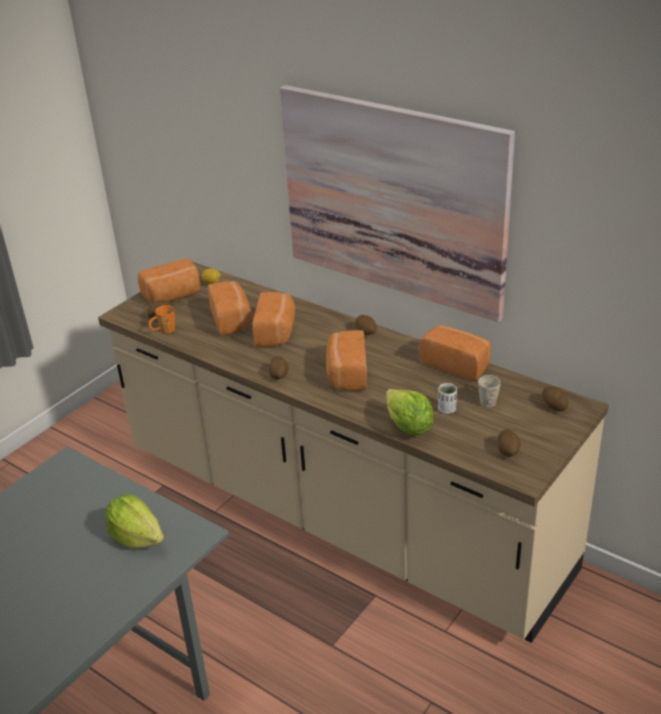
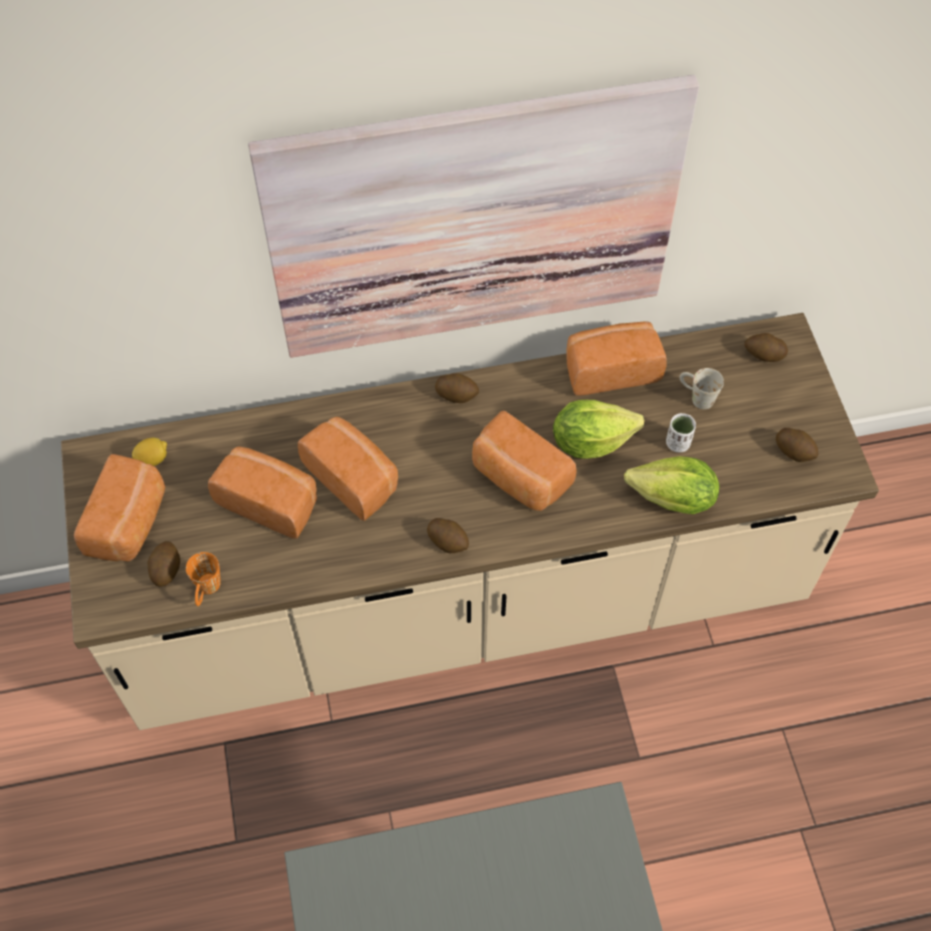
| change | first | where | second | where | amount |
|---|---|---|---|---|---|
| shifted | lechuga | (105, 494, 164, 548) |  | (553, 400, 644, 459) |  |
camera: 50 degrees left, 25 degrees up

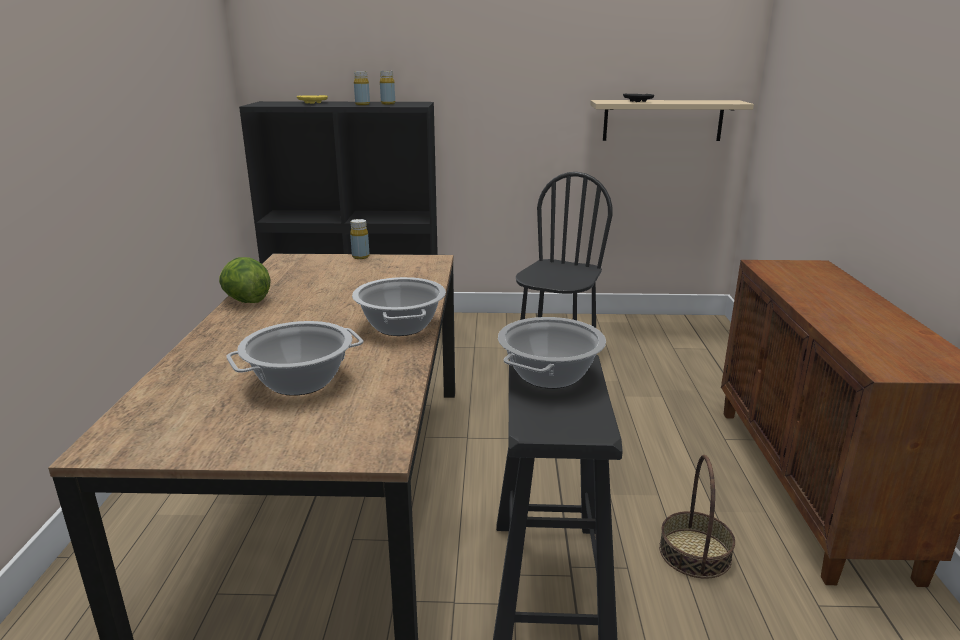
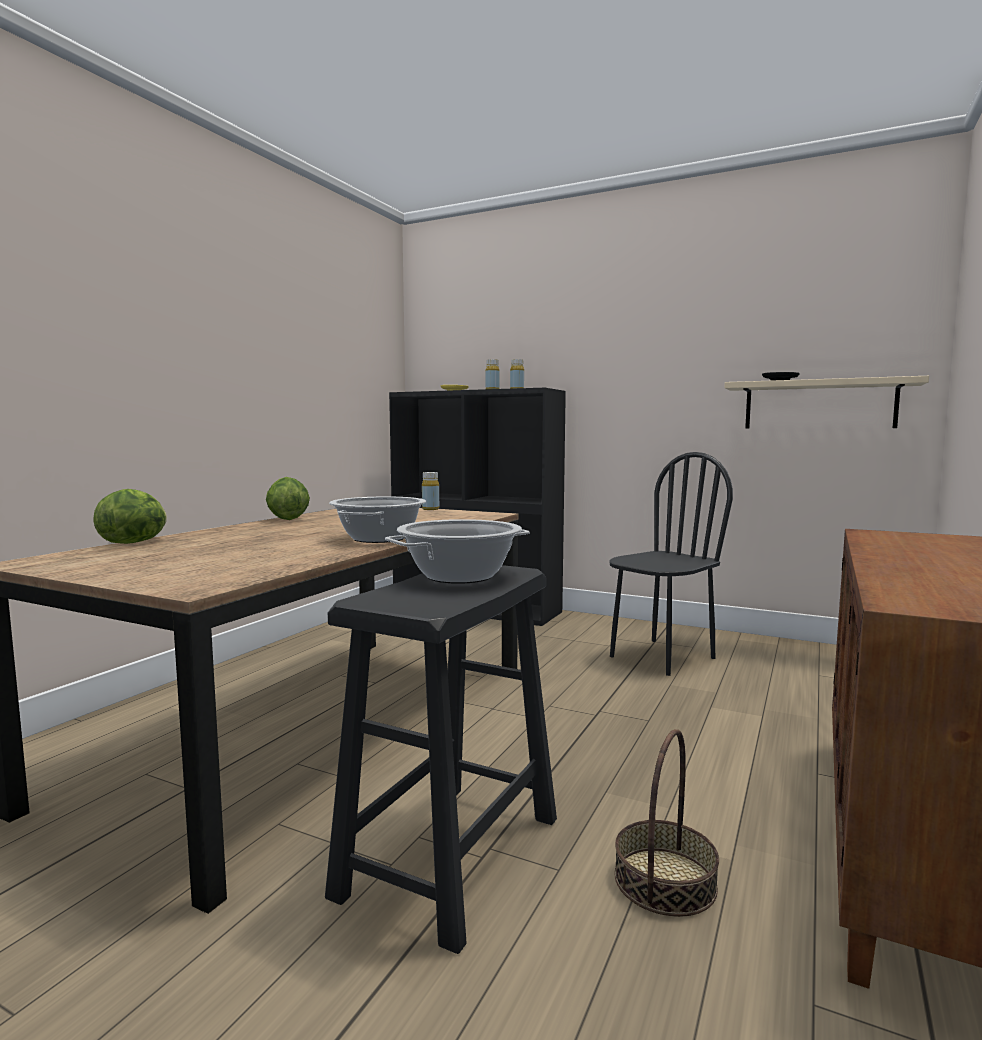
| change | first | where | second | where | amount |
|---|---|---|---|---|---|
| gone | olla | (226, 321, 363, 396) |  |  |  |
| new |  |  | lechuga | (93, 489, 167, 544) |  |
camera: 25 degrees right, 15 degrees down

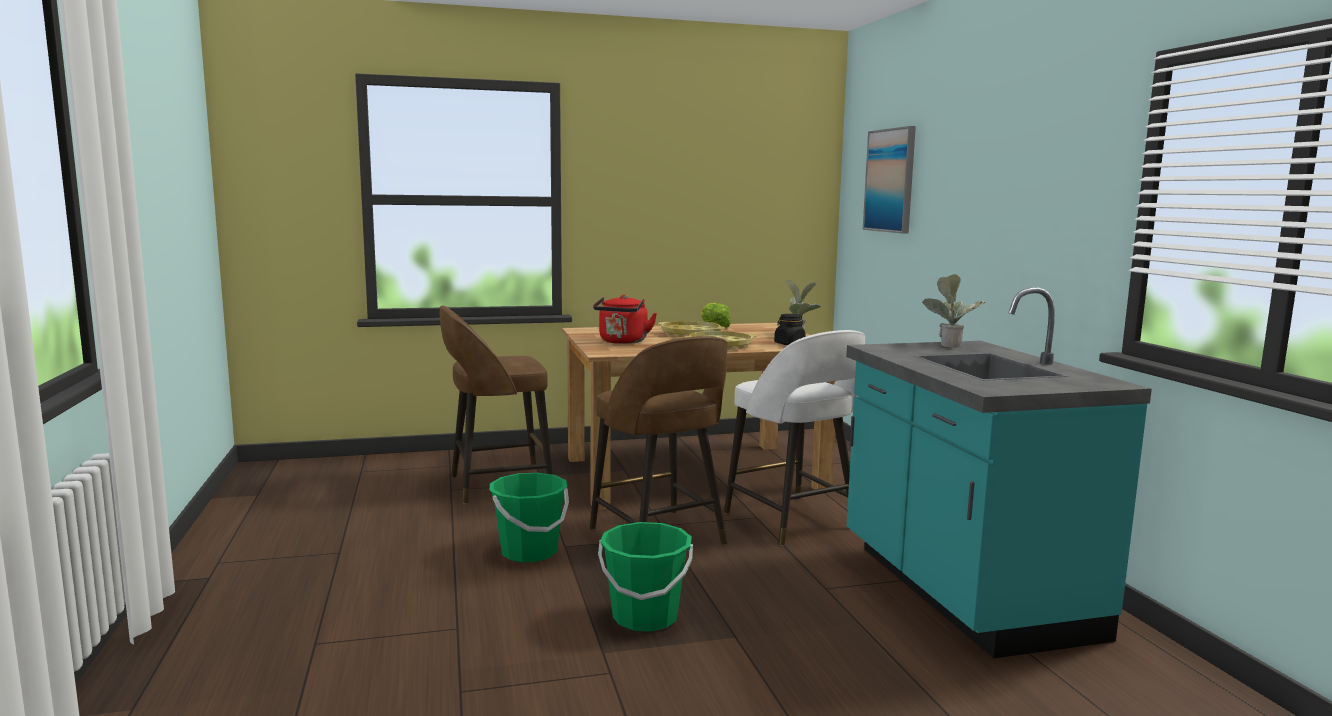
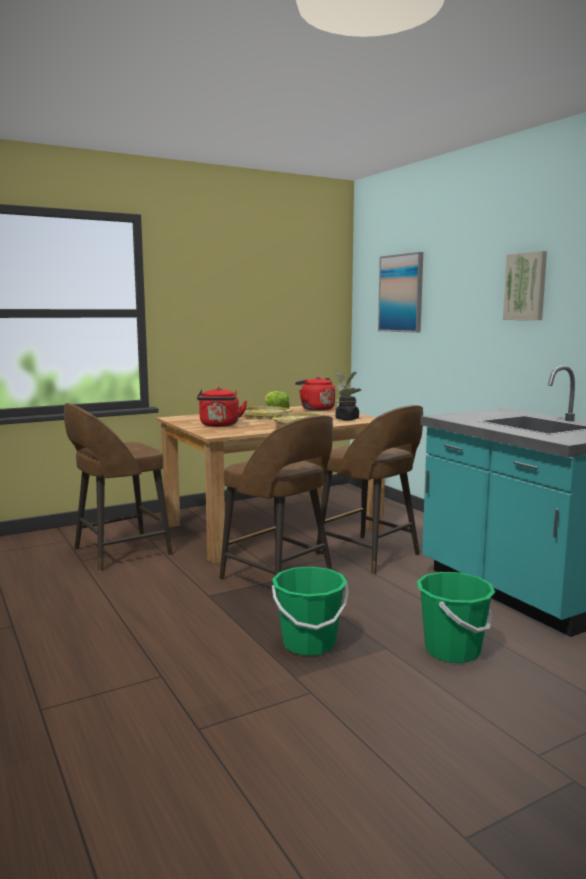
| change | first | where | second | where | amount |
|---|---|---|---|---|---|
| gone | planta en maceta | (922, 274, 985, 348) |  |  |  |
| new |  |  | hervidor (rojo) | (295, 376, 335, 411) |  |
| new |  |  | cuadro | (503, 251, 547, 320) |  |
| shifted | cubo (verde) | (489, 473, 569, 563) |  | (417, 572, 495, 663) |  |
| repainted | taburete (blanco) | (724, 330, 865, 546) | taburete (marrón) | (316, 405, 423, 575) |  |
camera: 15 degrees left, 0 degrees up

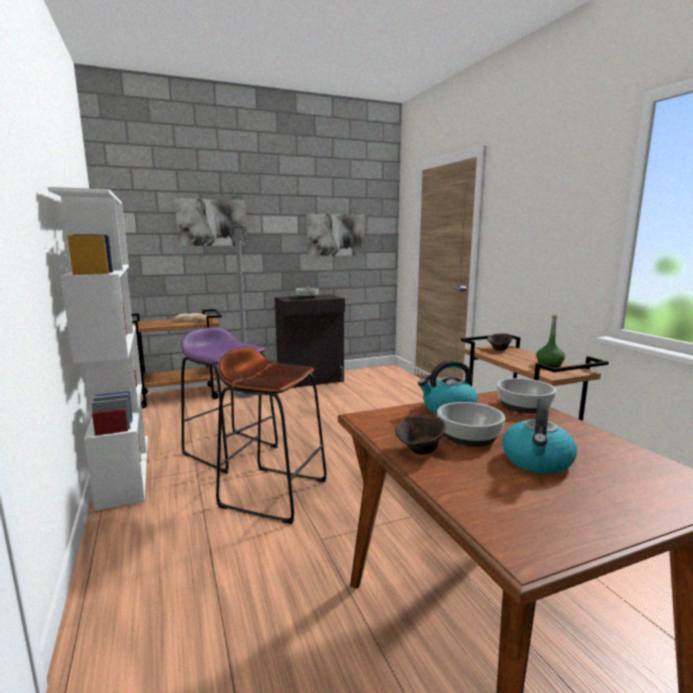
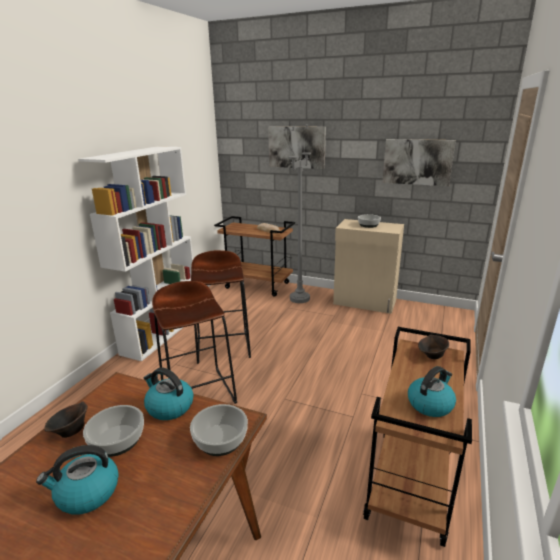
| change | first | where | second | where | amount |
|---|---|---|---|---|---|
| swapped | botella (verde) | (536, 315, 565, 368) | hervidor | (408, 366, 456, 417) |  |
| repainted | taburete (morado) | (181, 328, 278, 474) | taburete (marrón) | (191, 250, 251, 364) |  |
| repainted | armario (negro) | (275, 294, 345, 388) | armario (beis) | (333, 219, 404, 314) |  |
camera: 45 degrees right, 10 degrees up

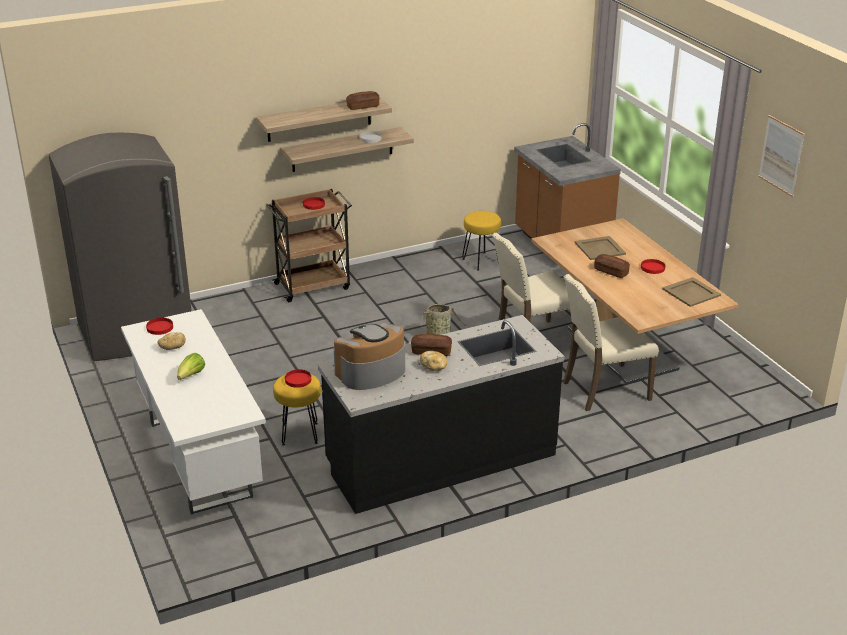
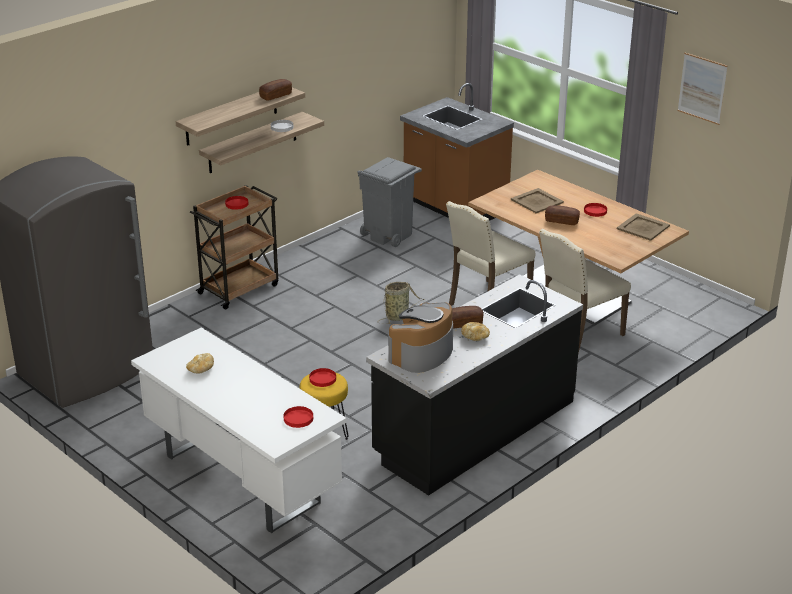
| change | first | where | second | where | amount |
|---|---|---|---|---|---|
| gone | lechuga | (177, 353, 205, 380) |  |  |  |
| shifted | plato (rojo) | (146, 318, 173, 335) |  | (283, 406, 313, 428) |  |
| swapped | taburete (amarillo) | (462, 211, 501, 270) | papelera (gris) | (357, 157, 422, 247) |  |
camera: 20 degrees left, 0 degrees up

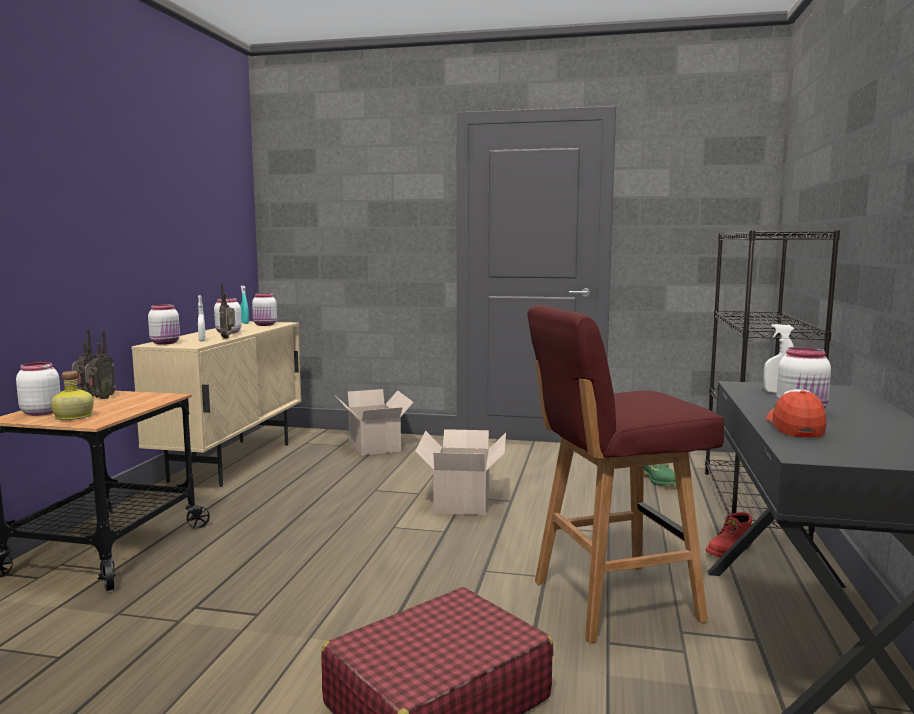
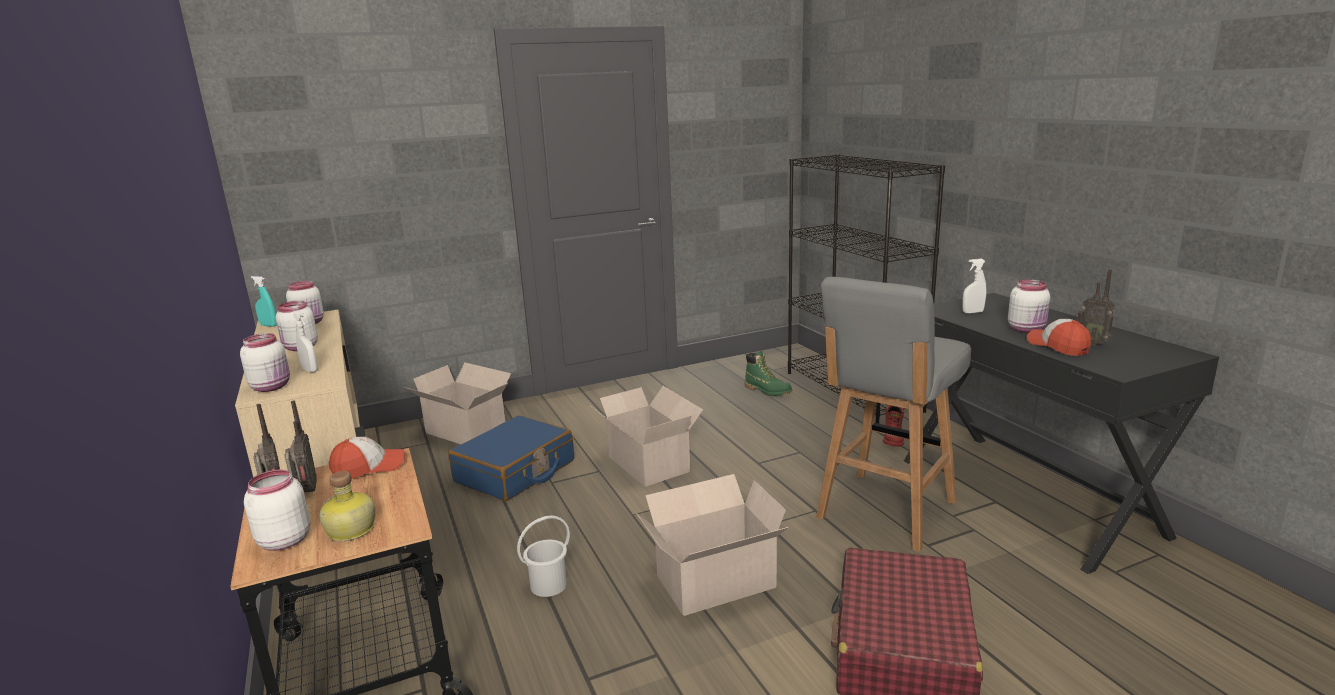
| change | first | where | second | where | amount |
|---|---|---|---|---|---|
| new |  |  | gorra | (329, 437, 405, 479) |  |
| new |  |  | maleta (azul) | (448, 416, 574, 501) |  |
| new |  |  | cubo (blanco) | (517, 515, 570, 597) |  |
| new |  |  | caja de cartón | (637, 474, 789, 616) |  |
| shifted | radio | (219, 284, 235, 338) |  | (1077, 269, 1115, 346) |  |
| repainted | taburete (rojo) | (527, 305, 724, 643) | taburete (gris) | (816, 277, 971, 552) |  |
camera: 35 degrees left, 10 degrees up

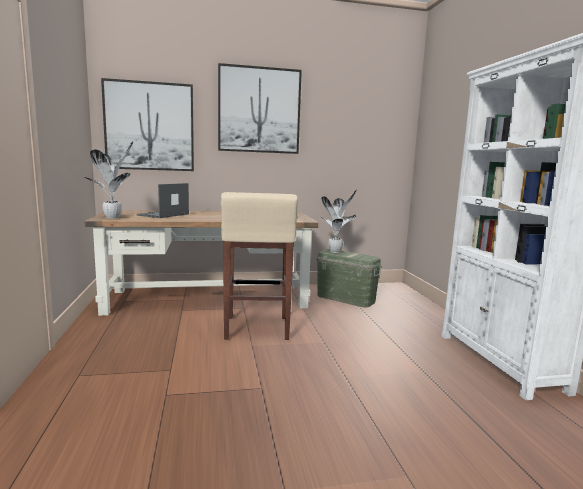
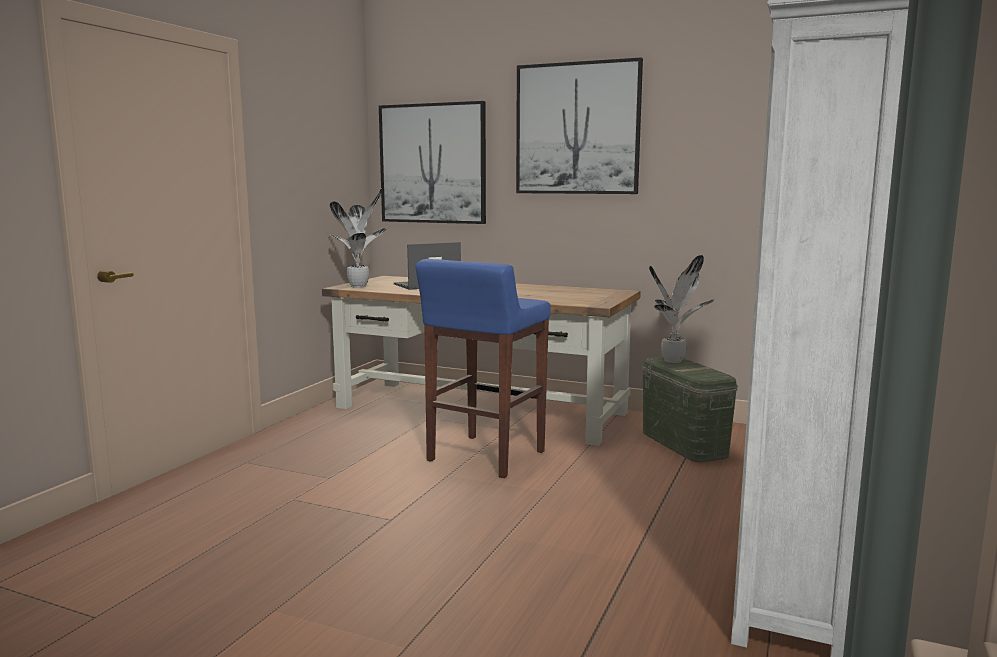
| change | first | where | second | where | amount |
|---|---|---|---|---|---|
| repainted | taburete (beis) | (221, 192, 298, 340) | taburete (azul) | (416, 259, 551, 478) |  |
camera: 35 degrees right, 0 degrees up

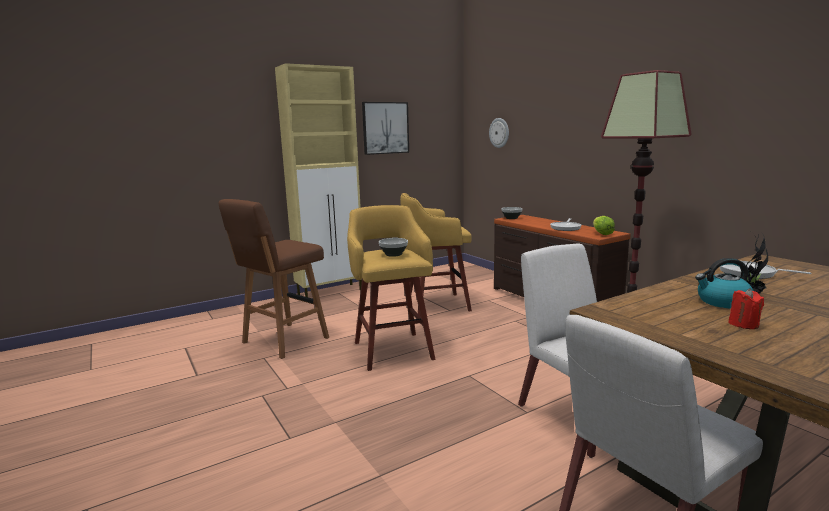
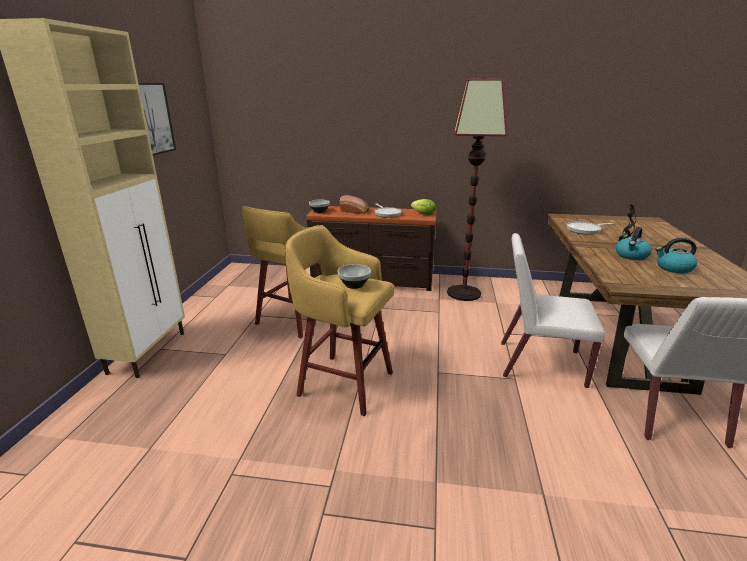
| change | first | where | second | where | amount |
|---|---|---|---|---|---|
| gone | taburete (marrón) | (218, 199, 329, 359) |  |  |  |
| gone | reloj de pared | (489, 118, 509, 148) |  |  |  |
| new |  |  | pan | (340, 195, 369, 214) |  |
| swapped | vela (rojo) | (728, 289, 764, 329) | hervidor | (655, 238, 697, 274) |  |
camera: 50 degrees left, 10 degrees up

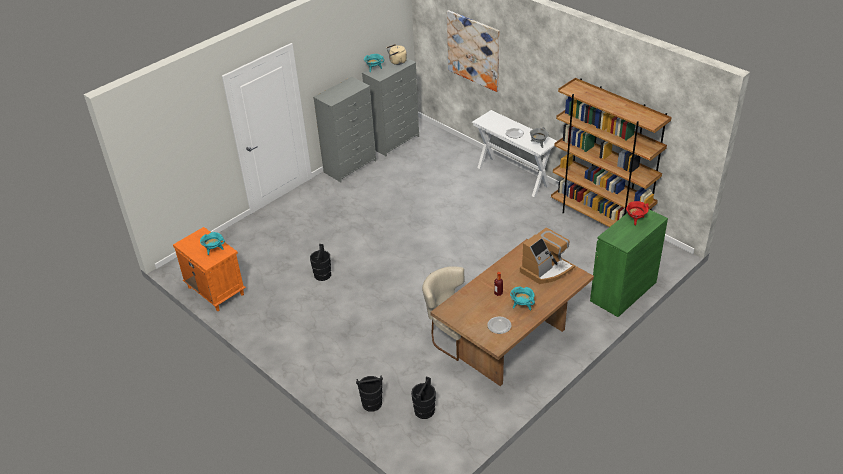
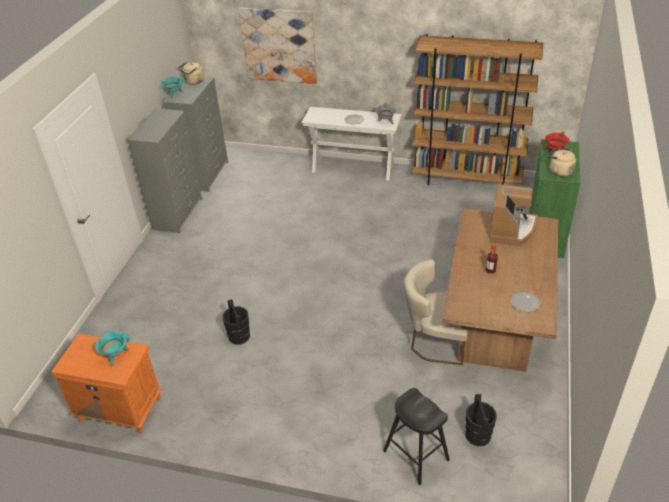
| change | first | where | second | where | amount |
|---|---|---|---|---|---|
| gone | olla (turquesa) | (510, 286, 535, 311) |  |  |  |
| new |  |  | hervidor (beis) | (547, 147, 576, 177) |  |
| swapped | cubo (negro) | (356, 375, 383, 412) | taburete (negro) | (383, 388, 450, 485) |  |
camera: 30 degrees left, 0 degrees up

